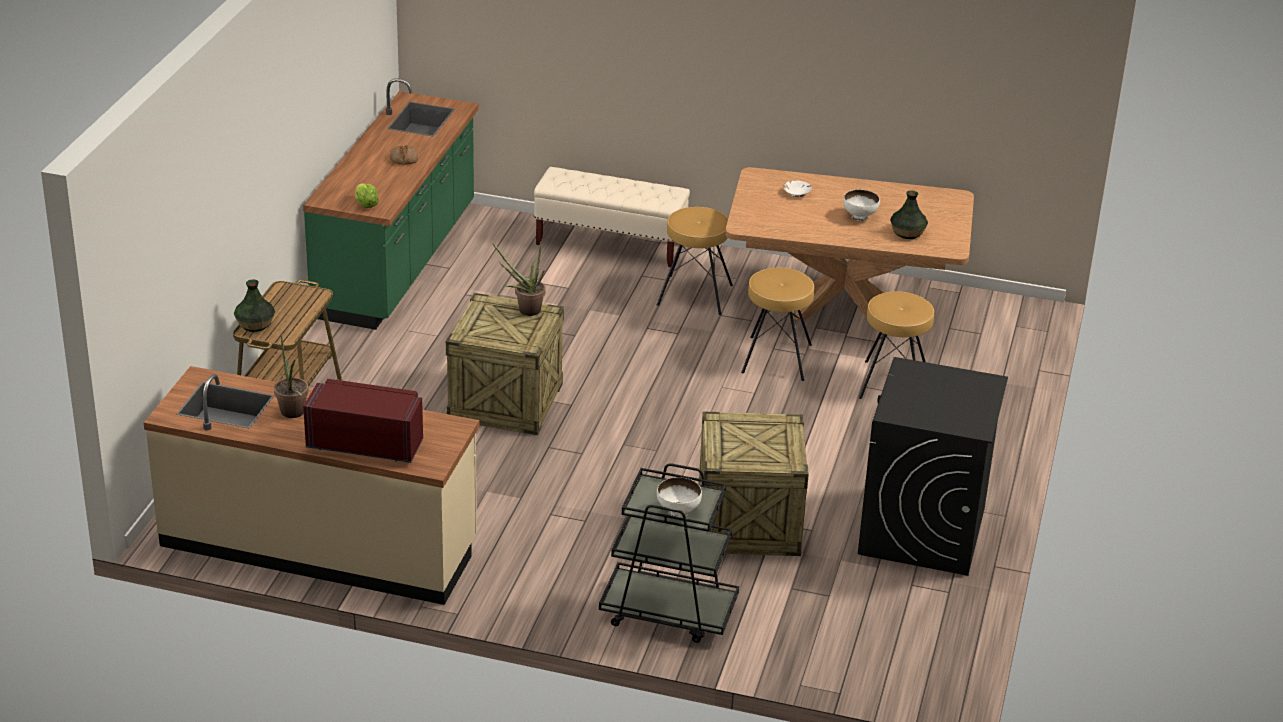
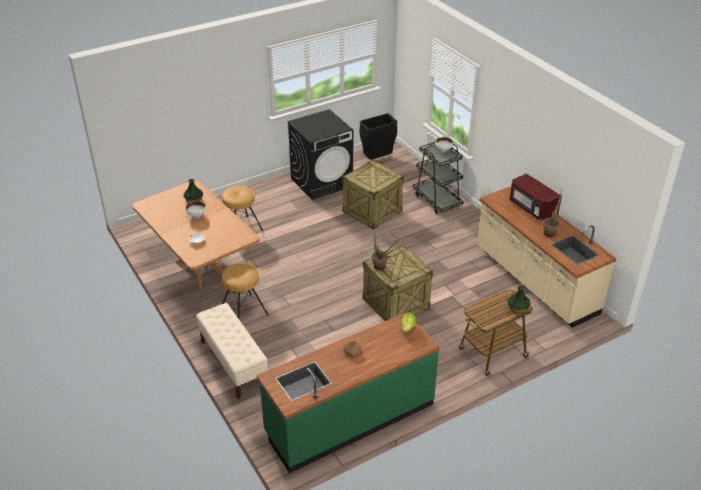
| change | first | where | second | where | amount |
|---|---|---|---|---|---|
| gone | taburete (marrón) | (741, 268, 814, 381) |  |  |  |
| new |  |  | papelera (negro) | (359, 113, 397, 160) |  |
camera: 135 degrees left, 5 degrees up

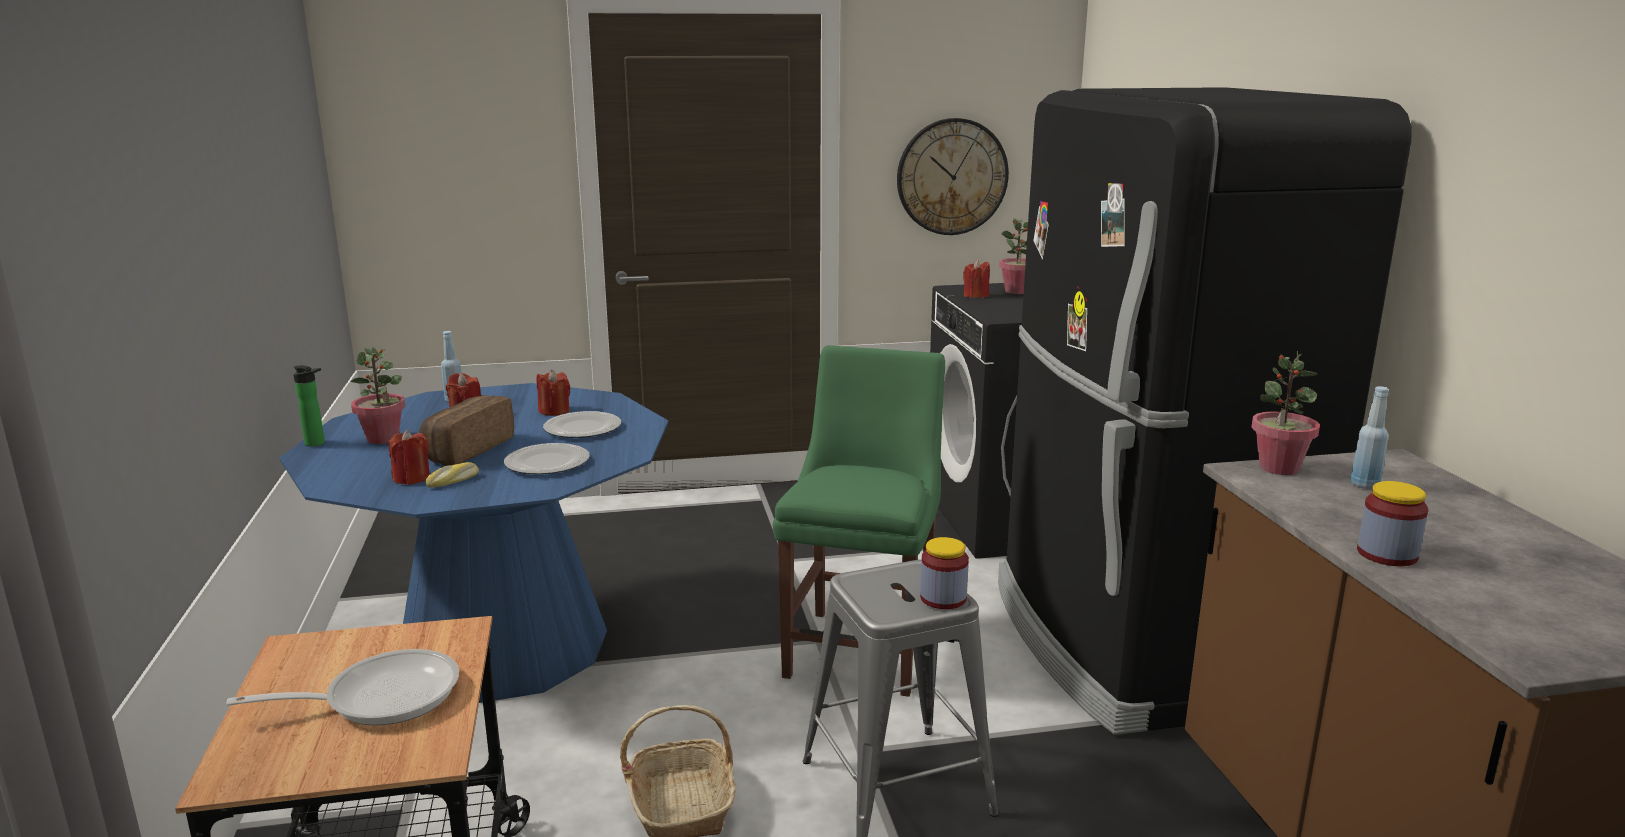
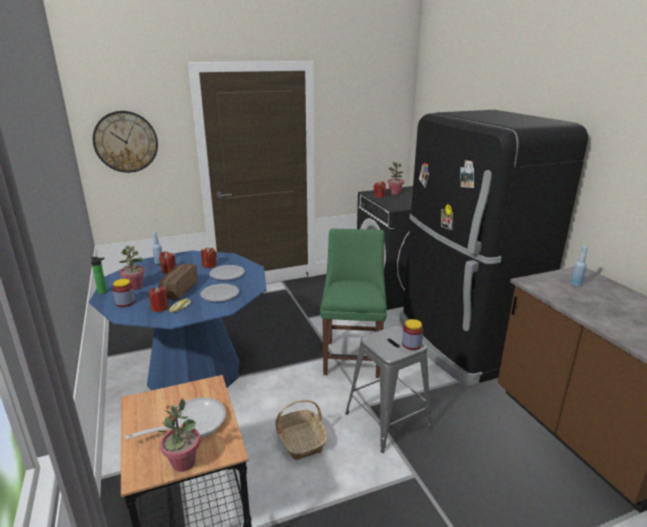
| change | first | where | second | where | amount |
|---|---|---|---|---|---|
| shifted | reloj de pared | (897, 118, 1009, 235) |  | (93, 111, 158, 173) |  |
| shifted | planta en maceta | (1251, 351, 1320, 475) |  | (159, 398, 200, 472) |  |
| shifted | tarro | (1357, 481, 1428, 566) |  | (112, 279, 135, 307) |  |
camera: 10 degrees left, 5 degrees up

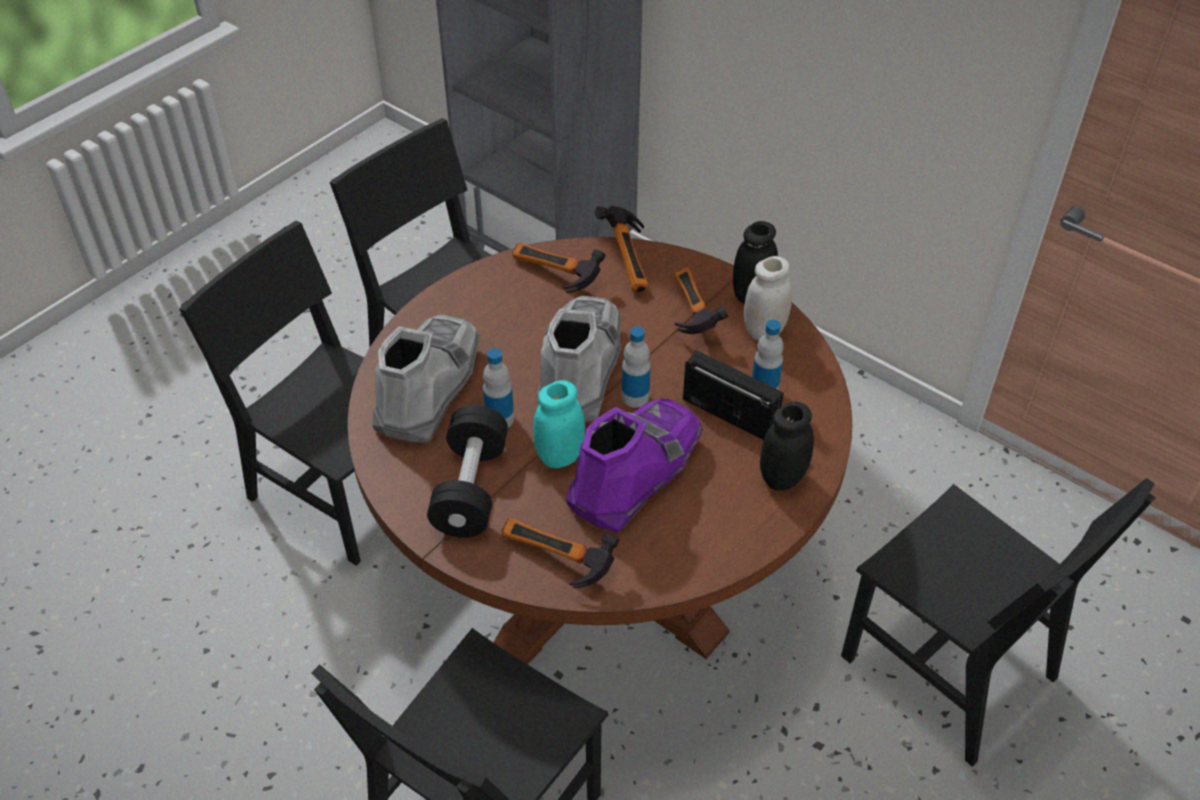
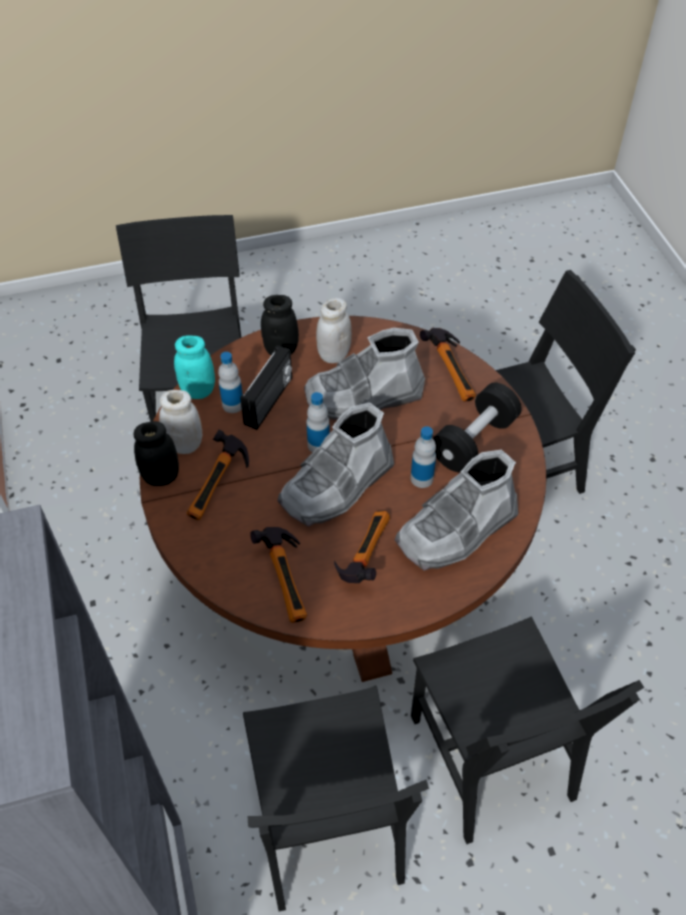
| change | first | where | second | where | amount |
|---|---|---|---|---|---|
| new |  |  | tarro (blanco) | (316, 298, 352, 363) |  |
| shifted | tarro (turquesa) | (533, 380, 585, 468) |  | (174, 335, 215, 399) |  |
| shifted | martillo | (595, 206, 649, 293) |  | (334, 511, 390, 583) |  |
| repainted | bota (morado) | (566, 399, 703, 534) | bota (gris) | (304, 328, 425, 420) |  |
| rotated | radio | (683, 350, 783, 440) |  | (240, 345, 292, 430) | 135 degrees counterclockwise |
camera: 145 degrees left, 5 degrees up

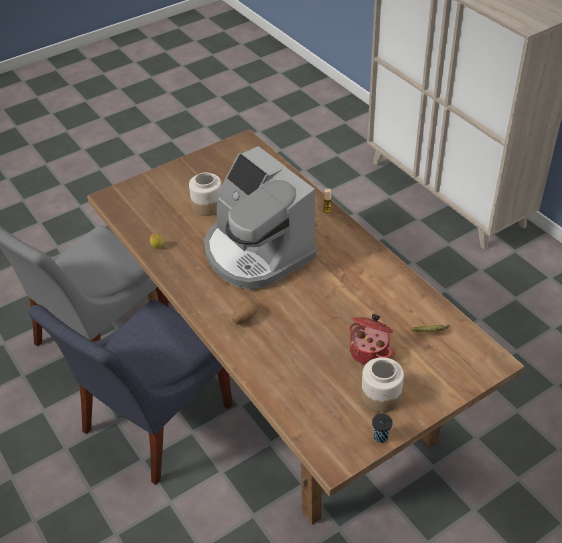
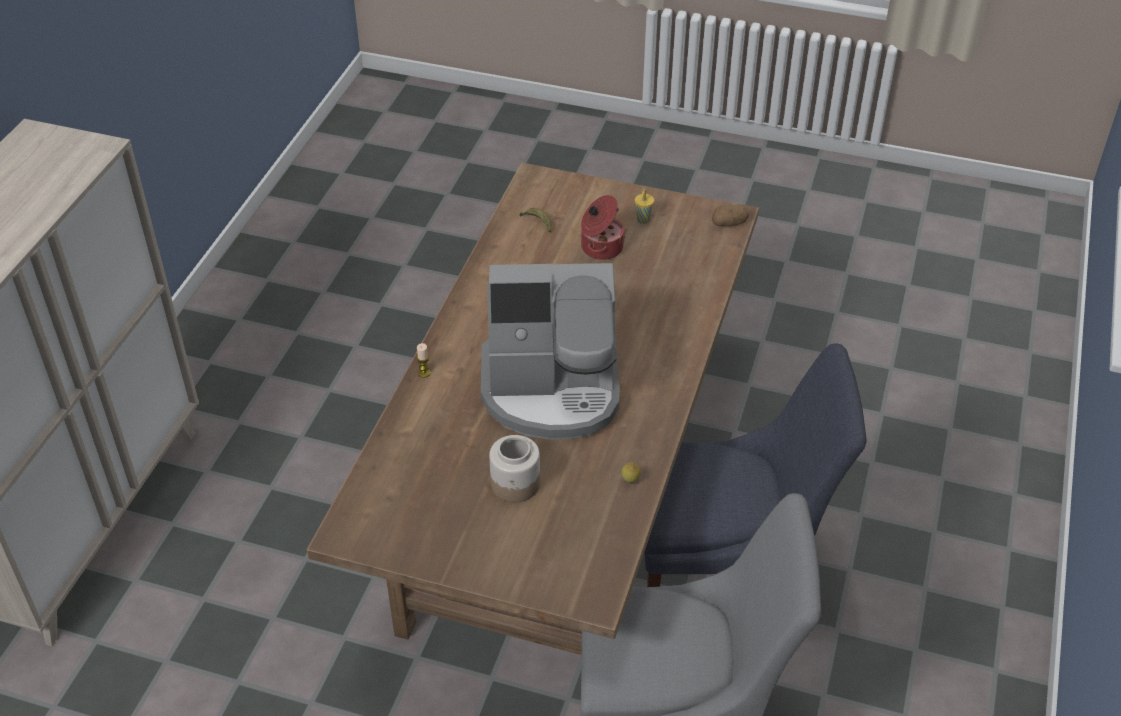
| change | first | where | second | where | amount |
|---|---|---|---|---|---|
| gone | taza (negro) | (372, 414, 393, 443) |  |  |  |
| shifted | patata | (232, 298, 258, 324) |  | (712, 205, 749, 227) |  |
| swapped | tarro | (361, 357, 404, 412) | taza (amarillo) | (635, 189, 654, 224) |  |
| rotated | cafetera | (204, 146, 317, 290) |  | (481, 263, 620, 440) | 75 degrees clockwise |
camera: 130 degrees left, 0 degrees up

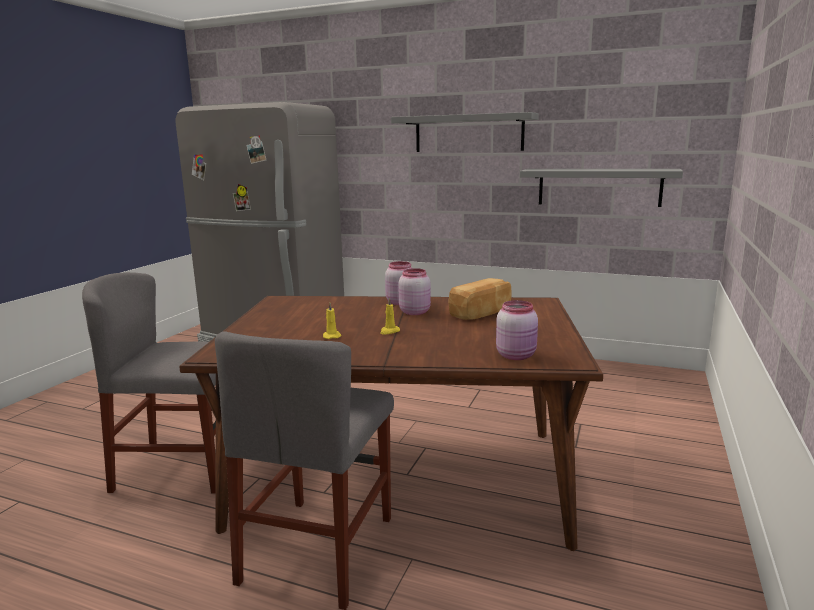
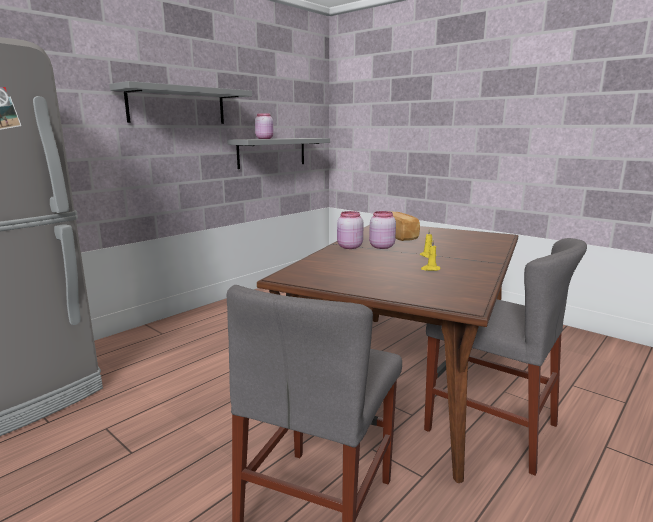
| change | first | where | second | where | amount |
|---|---|---|---|---|---|
| shifted | tarro (rosa) | (496, 300, 538, 360) |  | (255, 113, 273, 139) |  |
camera: 70 degrees left, 0 degrees up

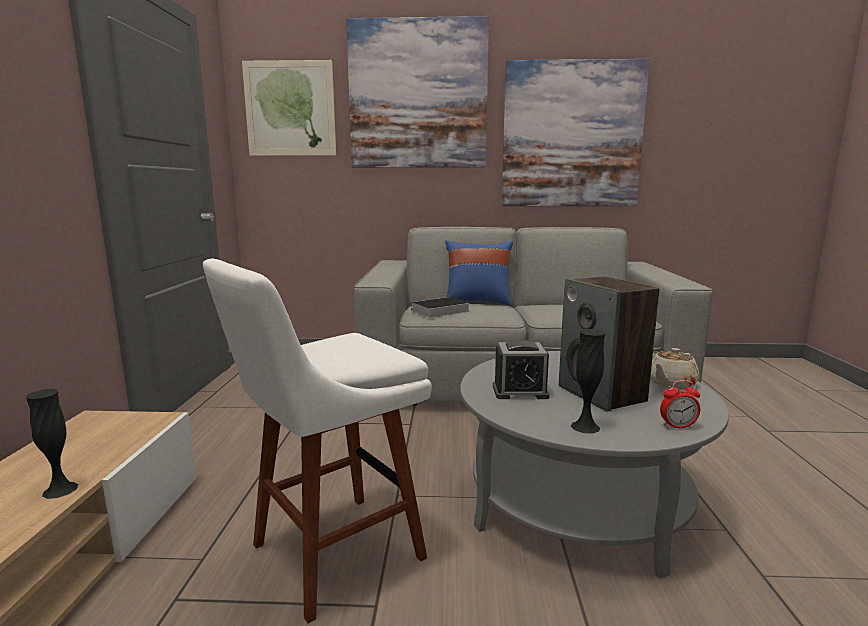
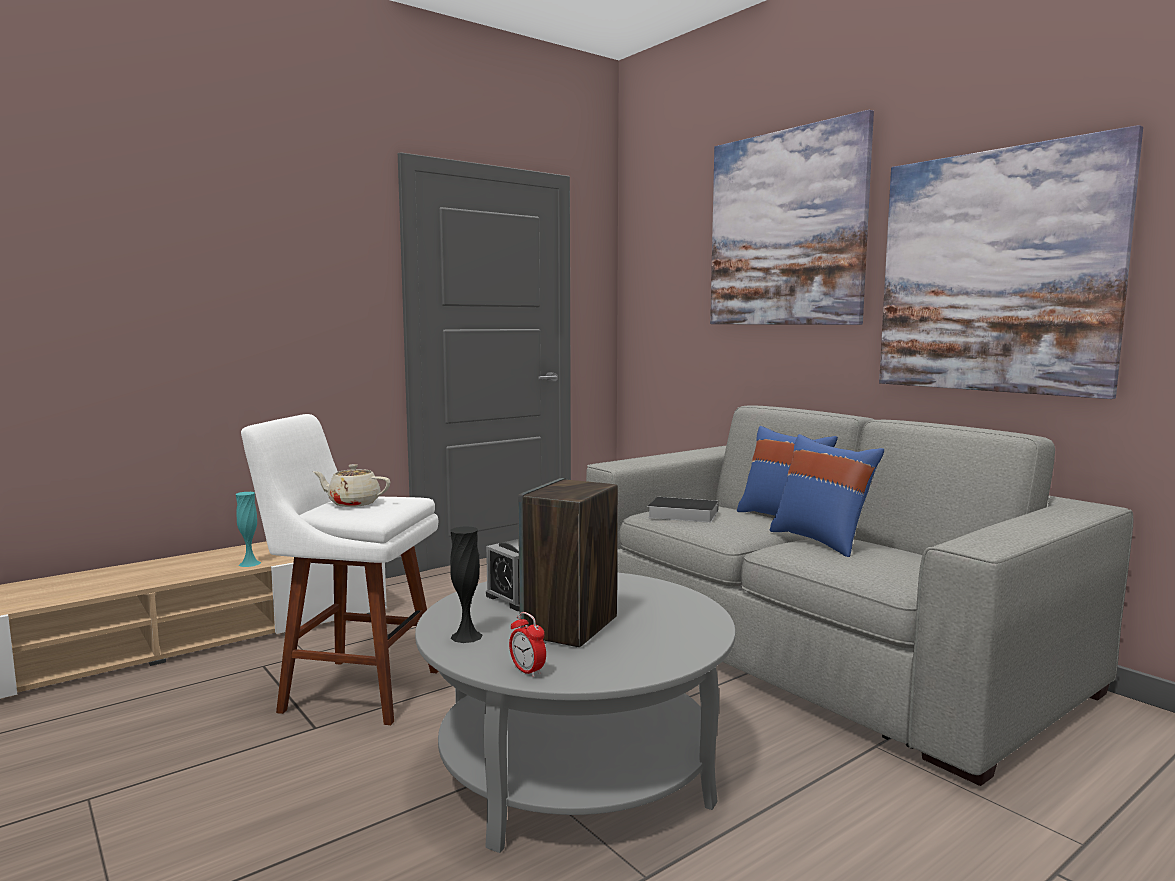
| change | first | where | second | where | amount |
|---|---|---|---|---|---|
| gone | cuadro | (242, 60, 336, 156) |  |  |  |
| new |  |  | cojín (azul) | (770, 434, 884, 557) |  |
| shifted | tetera (beis) | (650, 348, 699, 389) |  | (313, 464, 390, 507) |  |
| repainted | florero (negro) | (26, 389, 78, 499) | florero (turquesa) | (236, 492, 261, 567) |  |
camera: 50 degrees right, 5 degrees down

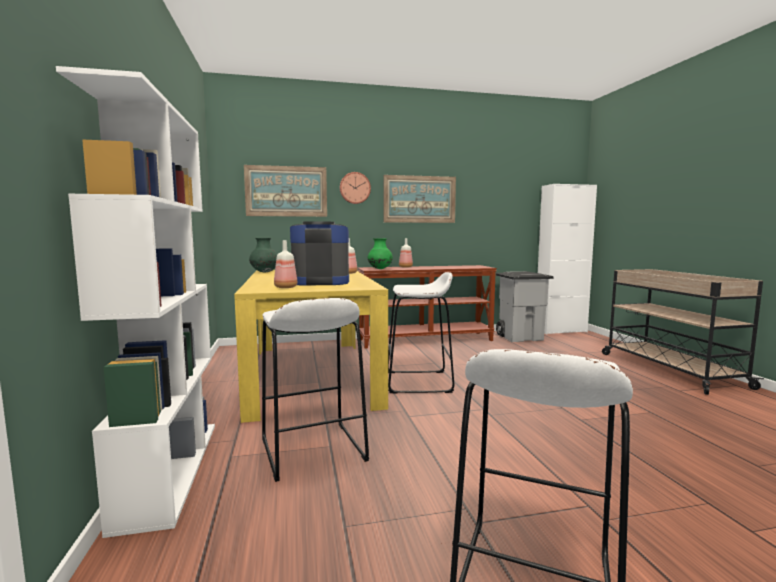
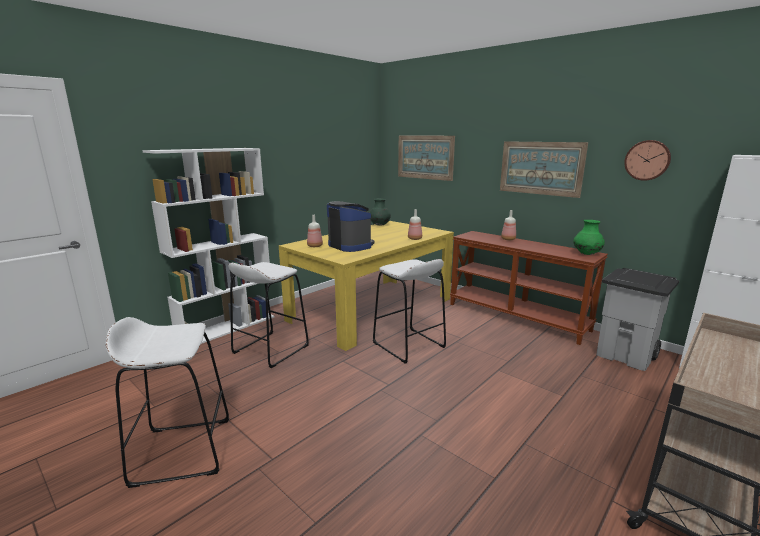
| change | first | where | second | where | amount |
|---|---|---|---|---|---|
| shifted | reloj de pared | (340, 172, 371, 204) |  | (624, 140, 671, 181) |  |
| shifted | florero (verde) | (368, 238, 393, 269) |  | (573, 220, 605, 255) |  |
camera: 55 degrees right, 10 degrees up

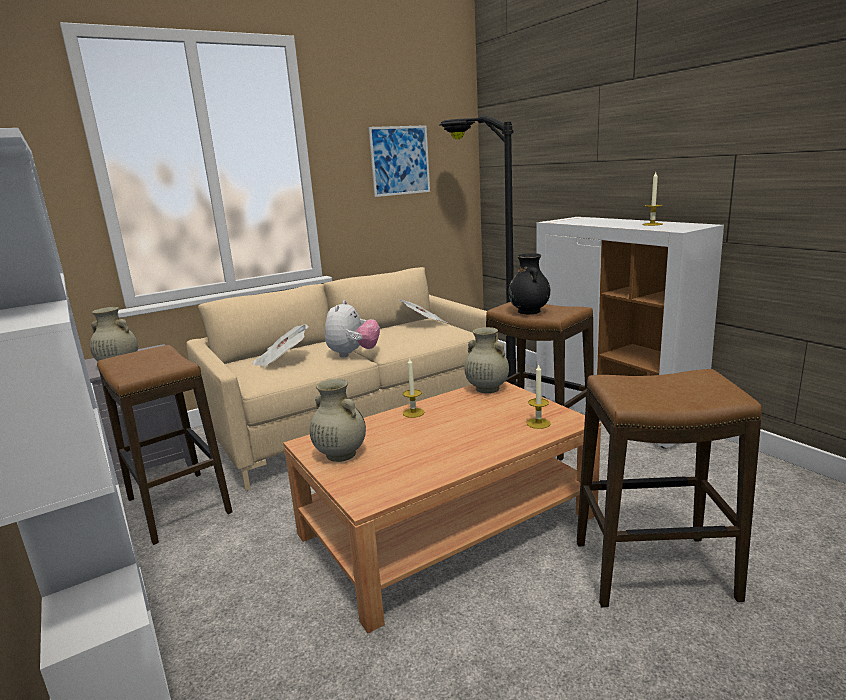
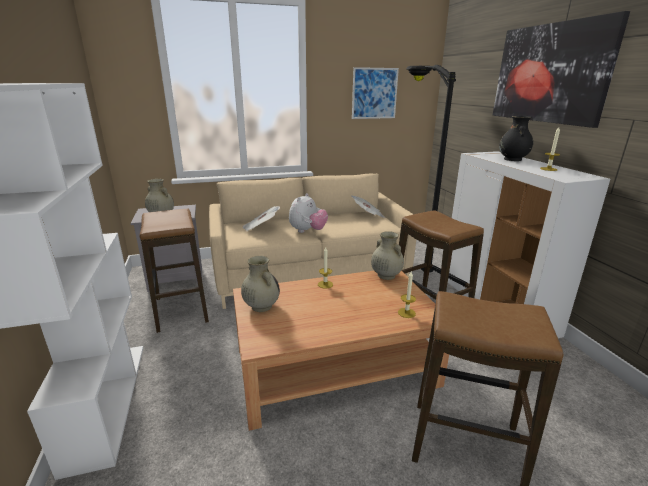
| change | first | where | second | where | amount |
|---|---|---|---|---|---|
| new |  |  | cuadro | (493, 11, 630, 128) |  |
| shifted | florero (negro) | (509, 253, 550, 314) |  | (499, 116, 533, 161) |  |
camera: 15 degrees right, 5 degrees up

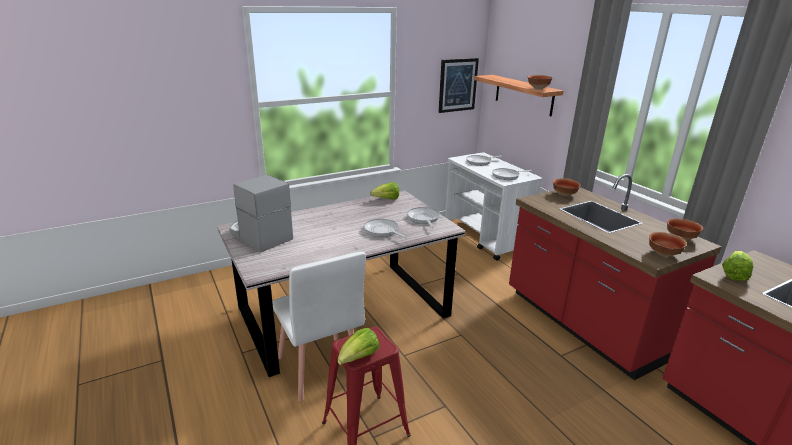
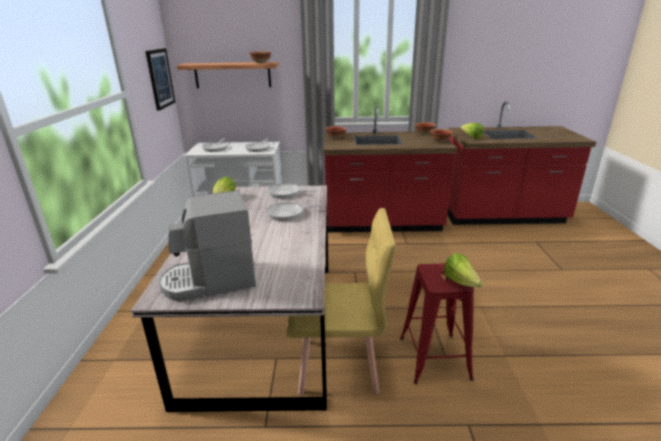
| change | first | where | second | where | amount |
|---|---|---|---|---|---|
| repainted | silla (blanco) | (272, 252, 366, 402) | silla (amarillo) | (286, 208, 396, 395) |  |
camera: 60 degrees left, 0 degrees up

